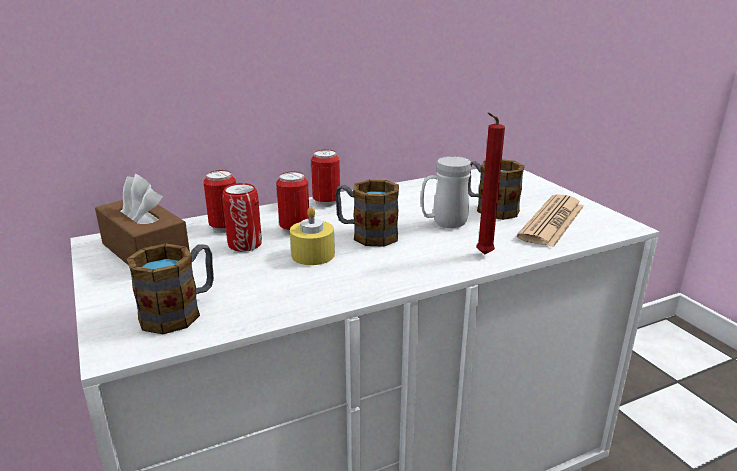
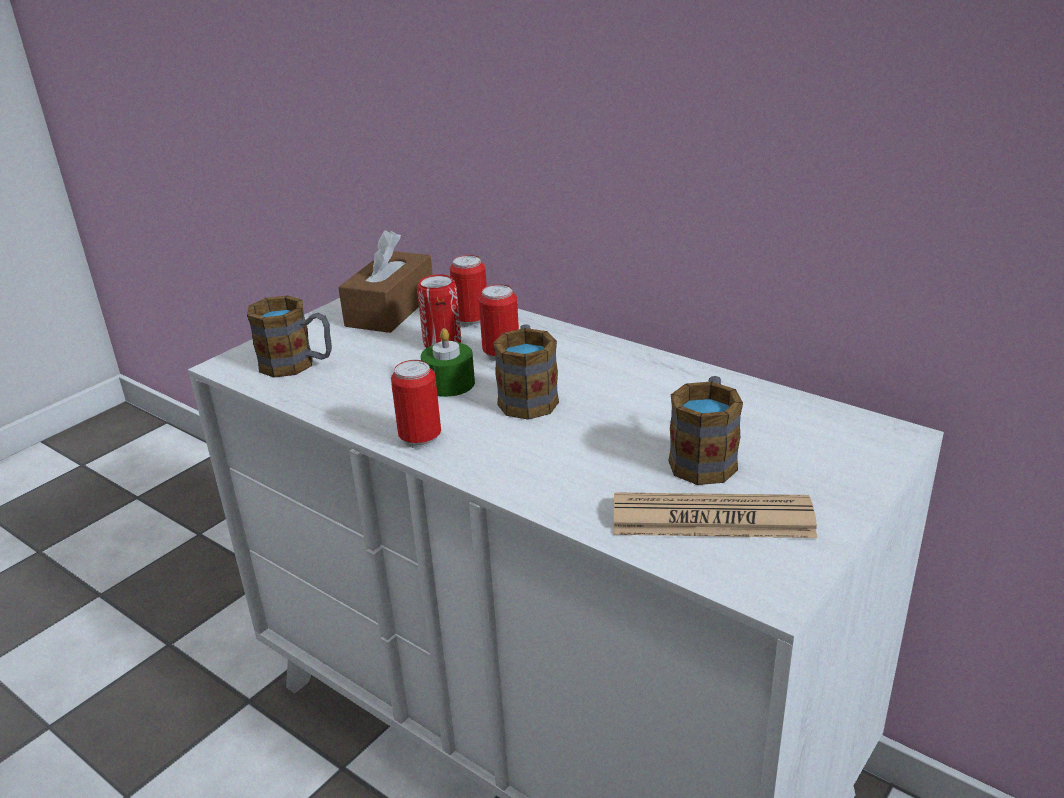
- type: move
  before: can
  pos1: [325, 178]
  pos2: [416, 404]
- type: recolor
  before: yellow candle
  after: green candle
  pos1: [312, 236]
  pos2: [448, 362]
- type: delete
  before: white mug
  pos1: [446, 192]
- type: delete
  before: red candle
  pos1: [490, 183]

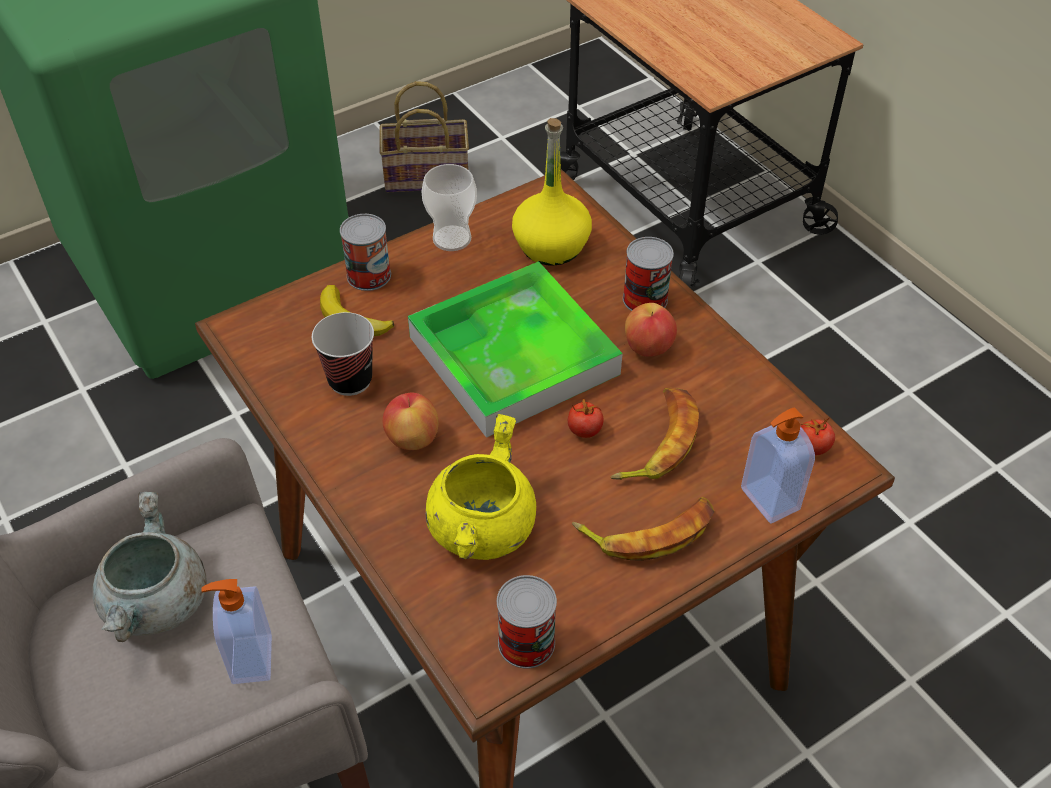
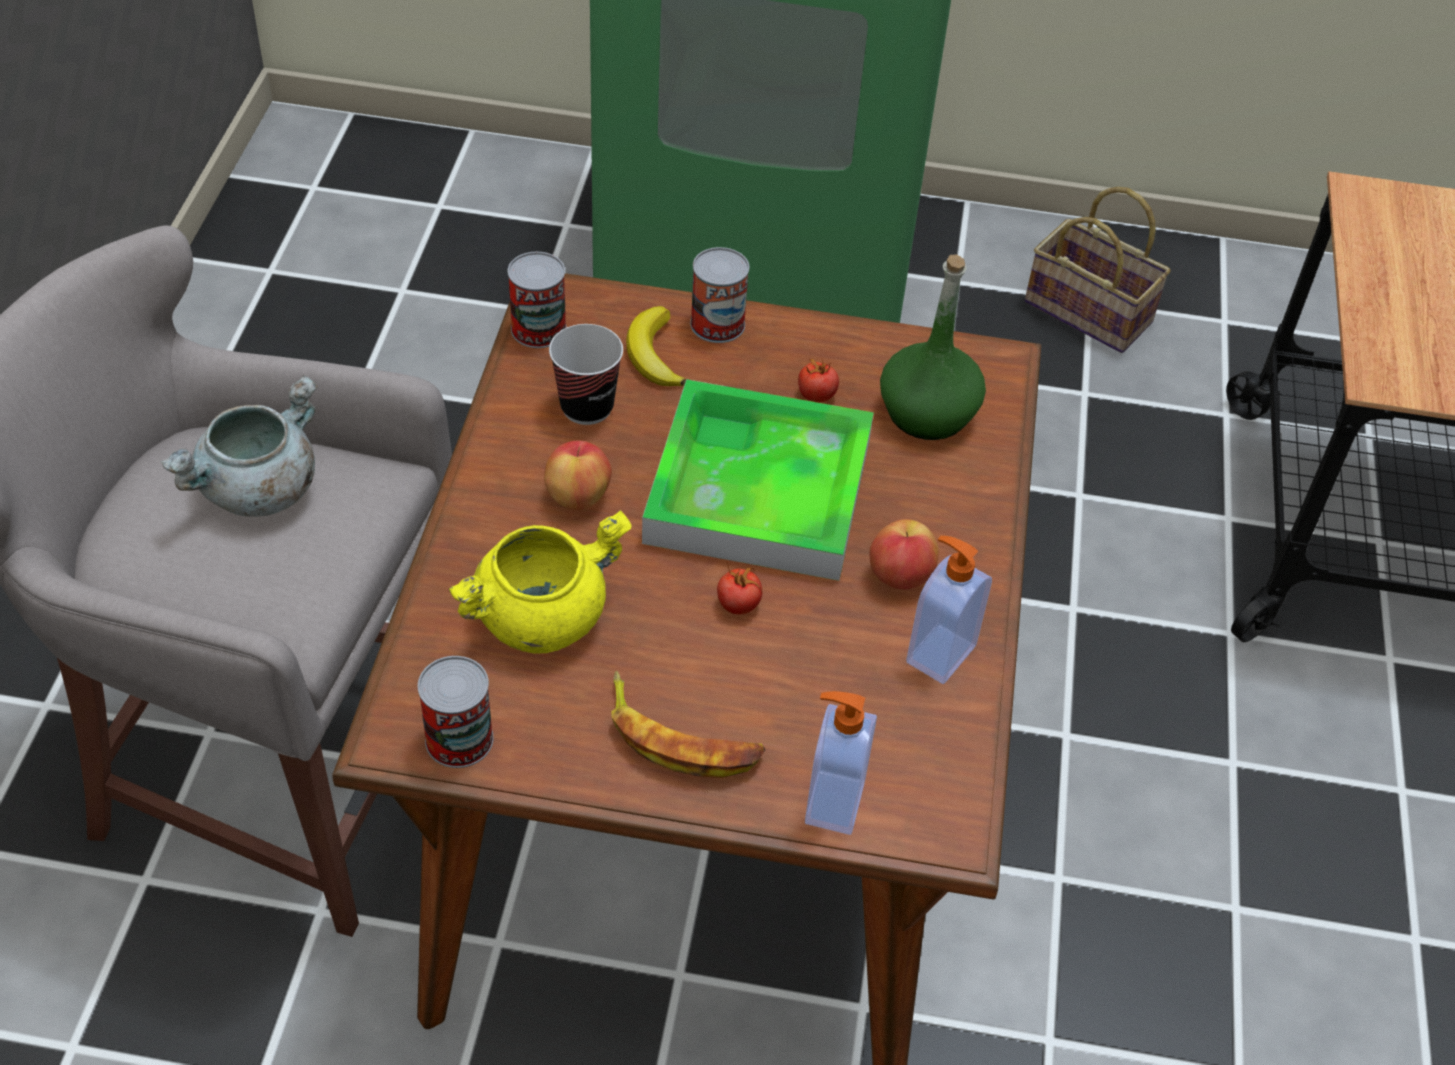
- type: move
  before: can
  pos1: [648, 274]
  pos2: [537, 300]
- type: move
  before: tomato
  pos1: [818, 436]
  pos2: [818, 380]
- type: recolor
  before: yellow bottle
  after: green bottle
  pos1: [552, 192]
  pos2: [933, 347]
- type: move
  before: soap dispenser
  pos1: [236, 631]
  pos2: [949, 610]
- type: delete
  before: cup
  pos1: [449, 207]
- type: delete
  before: banana
  pos1: [654, 434]

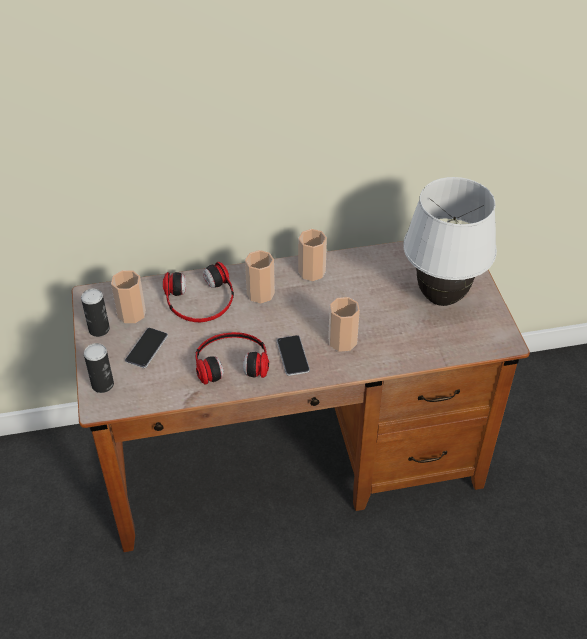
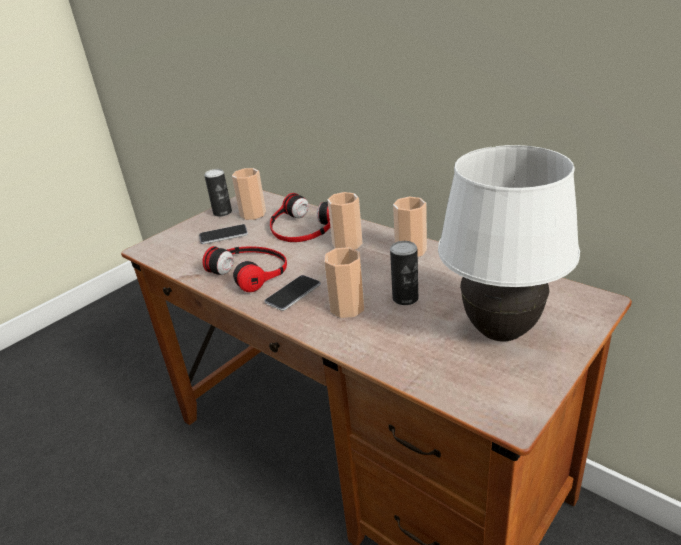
- type: move
  before: can
  pos1: [99, 368]
  pos2: [404, 273]

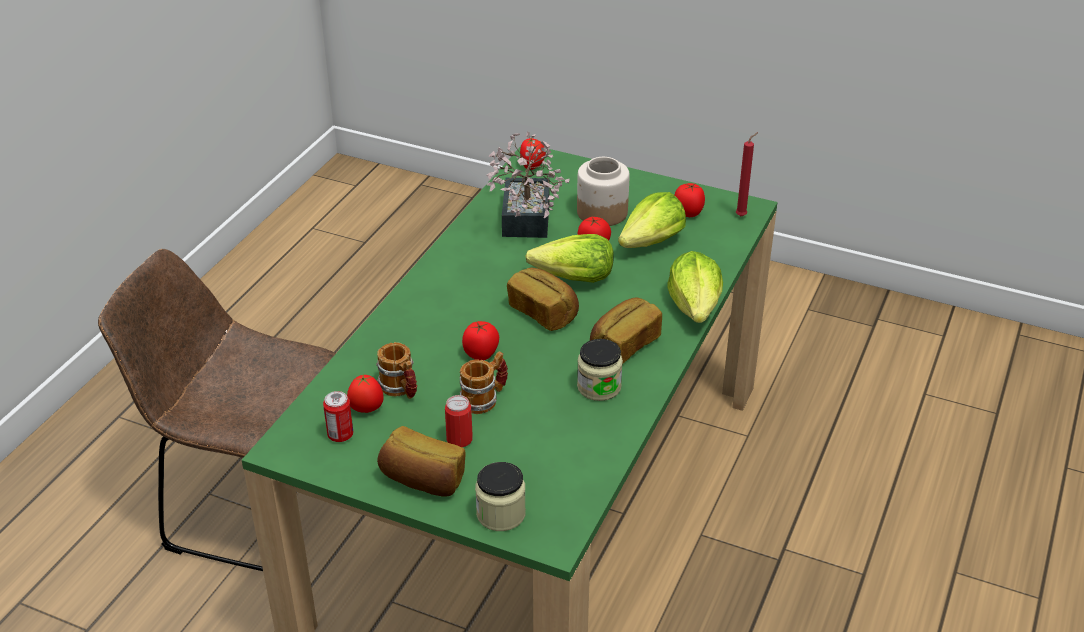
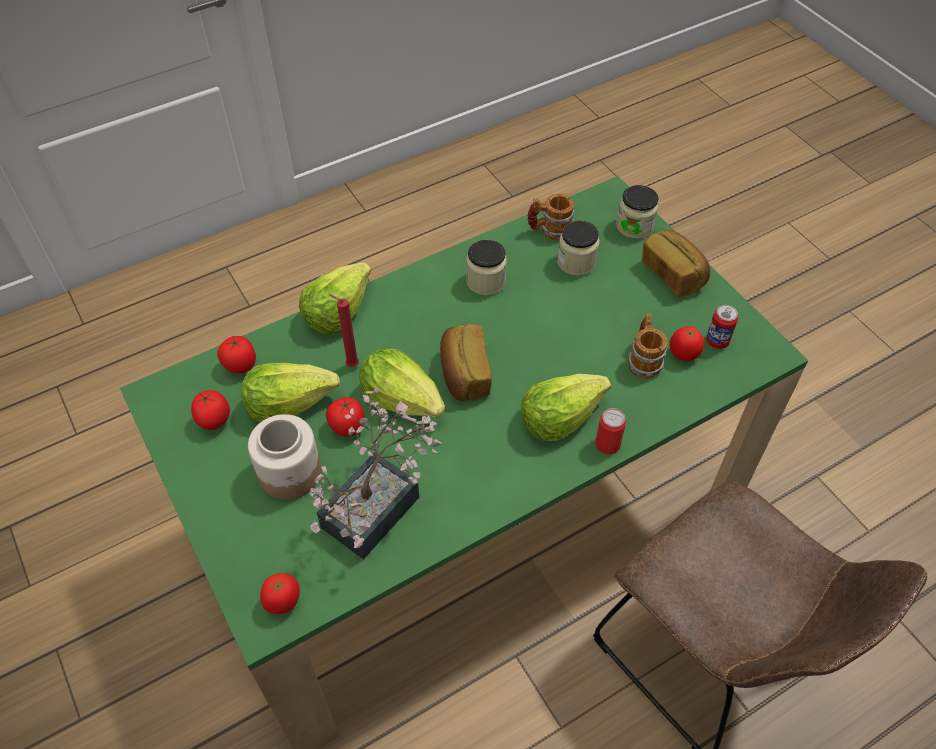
- type: move
  before: tomato
  pos1: [480, 340]
  pos2: [236, 355]
- type: move
  before: red candle
  pos1: [747, 174]
  pos2: [344, 330]
- type: insert
  after: lettuce
  pos2: [566, 408]
- type: move
  before: mug
  pos1: [484, 382]
  pos2: [551, 217]
- type: insert
  after: jar
  pos2: [578, 248]
- type: move
  before: can
  pos1: [459, 421]
  pos2: [610, 431]
- type: delete
  before: bread
  pos1: [626, 330]

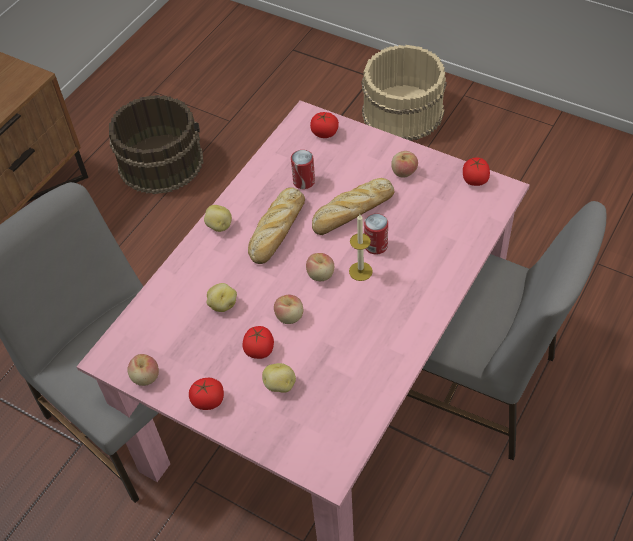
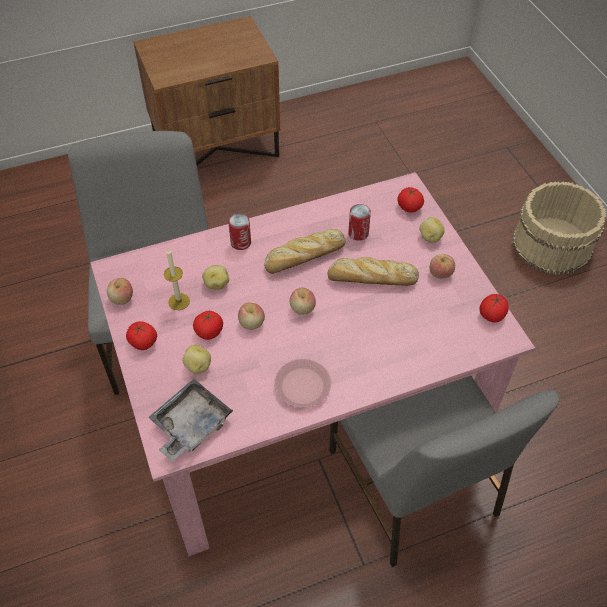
- type: insert
  after: grey tray
  pos2: [190, 420]
- type: move
  before: candle
  pos1: [361, 247]
  pos2: [177, 279]
- type: move
  before: can
  pos1: [376, 234]
  pos2: [239, 231]
- type: insert
  after: pink plate
  pos2: [302, 383]
- type: move
  before: potato
  pos1: [218, 218]
  pos2: [432, 230]
- type: delete
  before: brown bucket
  pos1: [156, 144]

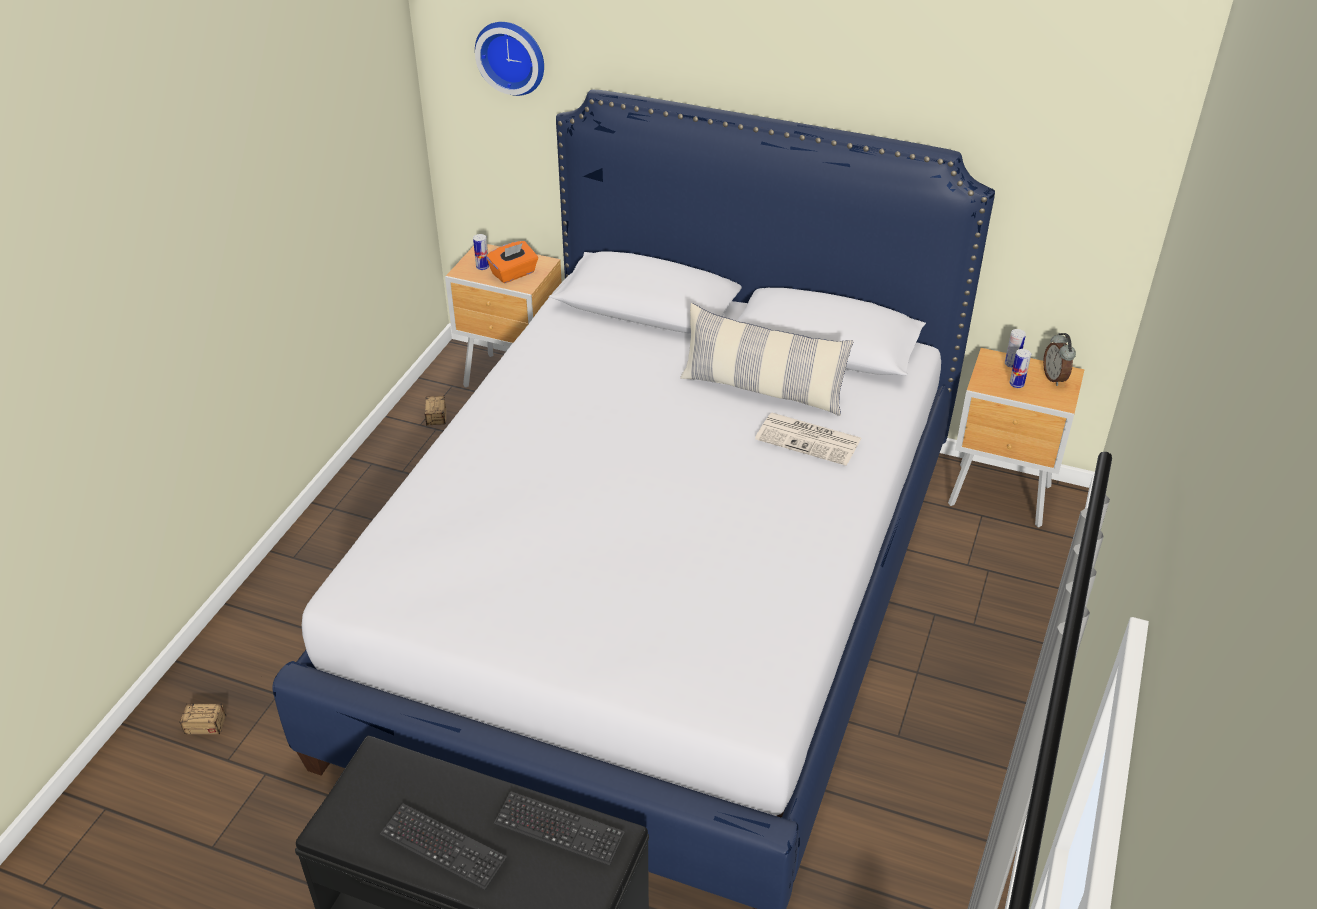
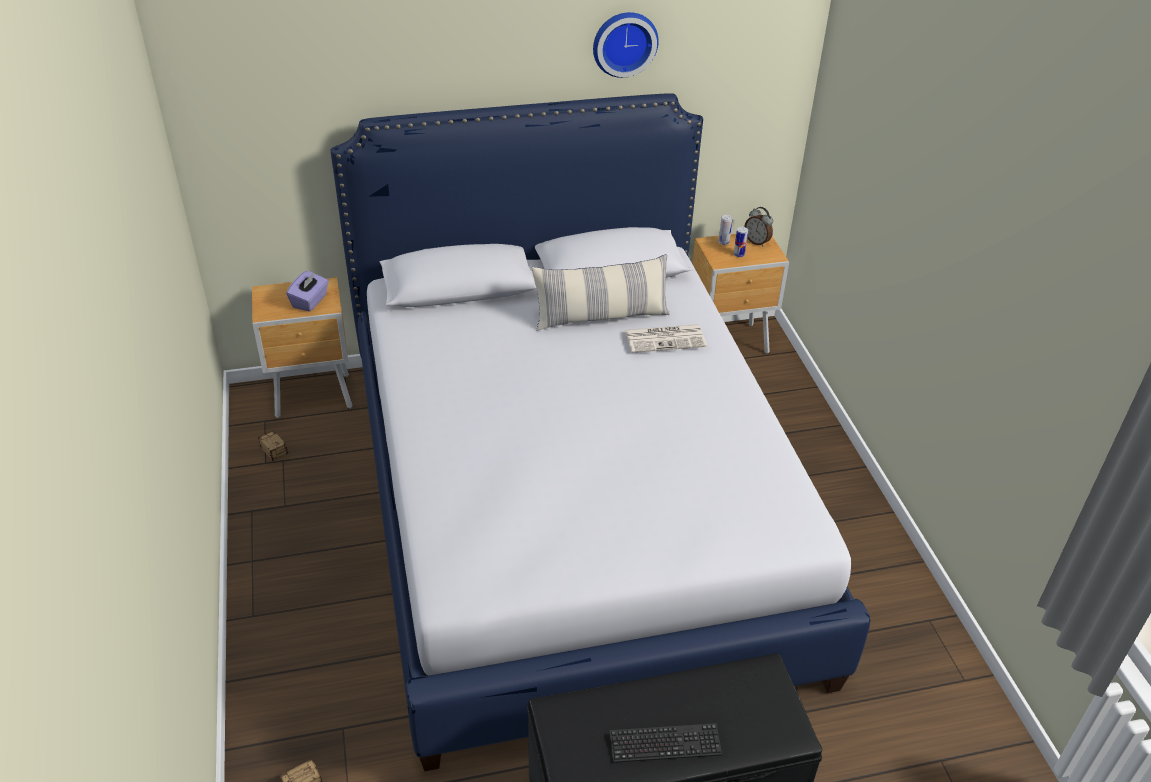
- type: recolor
  before: orange tissue box
  after: purple tissue box
  pos1: [512, 262]
  pos2: [307, 291]
- type: move
  before: wall clock
  pos1: [509, 59]
  pos2: [626, 45]
- type: delete
  before: can
  pos1: [481, 252]
- type: delete
  before: keyboard
  pos1: [559, 828]

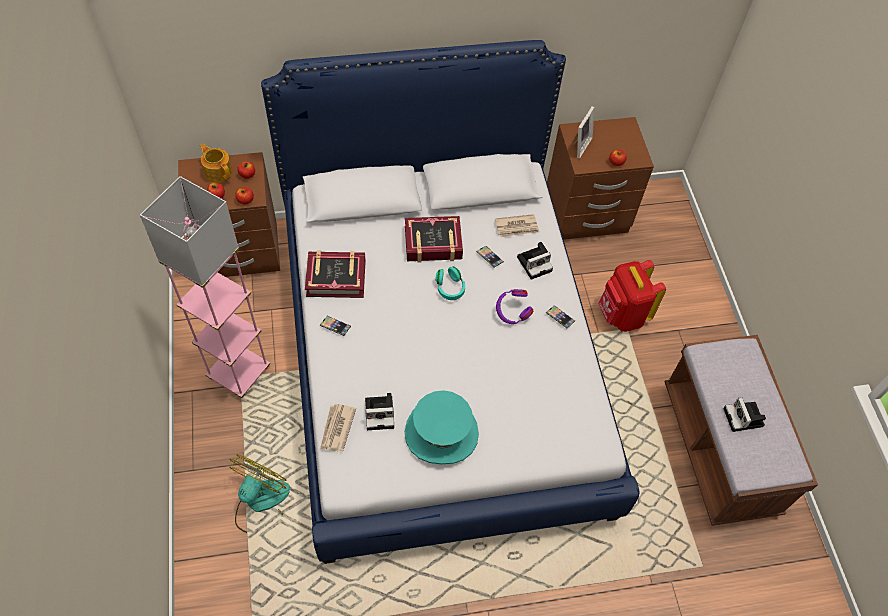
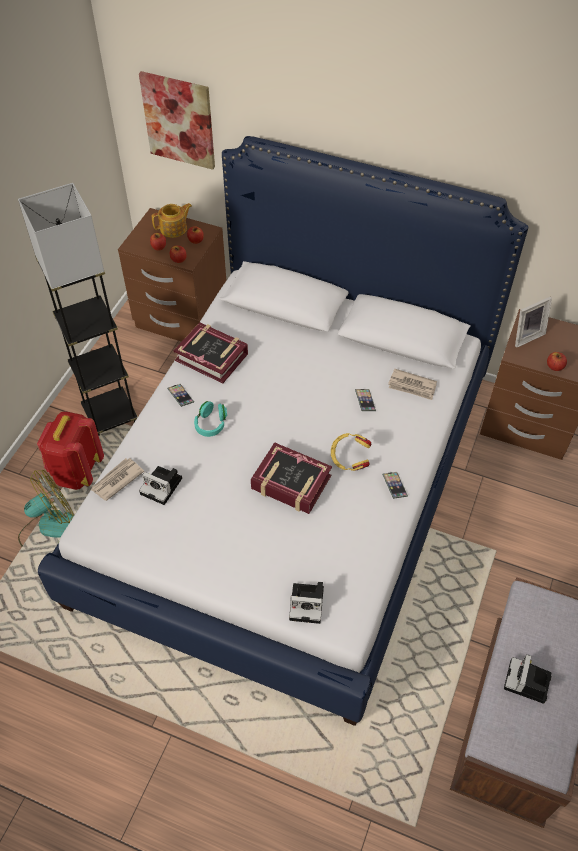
- type: recolor
  before: pink floor lamp
  after: grey floor lamp
  pos1: [205, 287]
  pos2: [78, 309]
- type: move
  before: red backpack
  pos1: [632, 296]
  pos2: [70, 450]
- type: insert
  after: picture
  pos2: [177, 120]
- type: rotate
  before: teapot
  pos1: [216, 163]
  pos2: [172, 220]
  turn: 75
- type: move
  before: turquoise headphones
  pos1: [450, 283]
  pos2: [210, 419]
- type: move
  before: book
  pos1: [434, 239]
  pos2: [291, 478]
- type: move
  before: photo camera
  pos1: [535, 261]
  pos2: [306, 603]
- type: recolor
  before: purple headphones
  after: yellow headphones
  pos1: [515, 306]
  pos2: [351, 452]
- type: delete
  before: turquoise hat
  pos1: [442, 427]

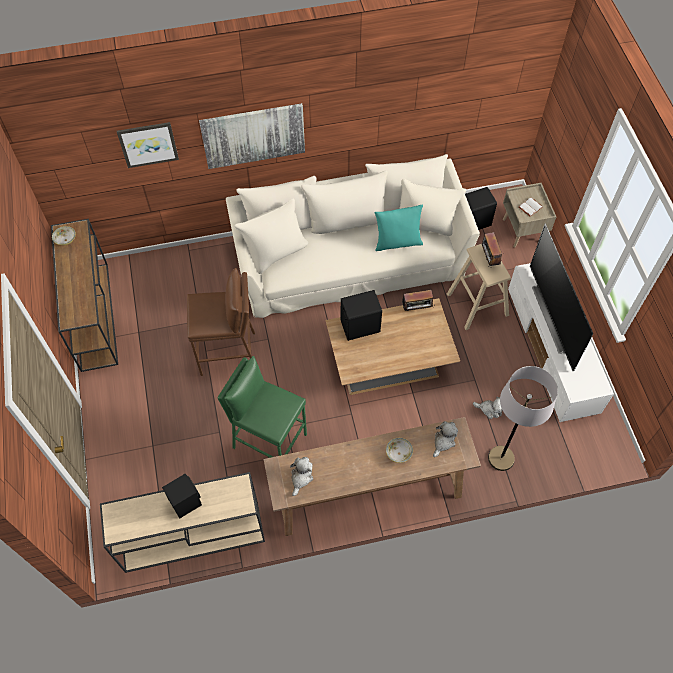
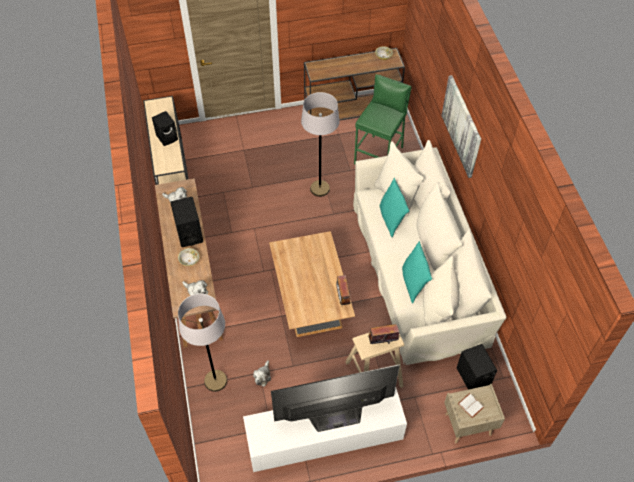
- type: move
  before: black speaker
  pos1: [361, 315]
  pos2: [186, 222]
- type: replace
  before: brown stool
  after: grey floor lamp
  pos1: [221, 322]
  pos2: [320, 144]
- type: move
  before: green stool
  pos1: [262, 407]
  pos2: [383, 119]
- type: insert
  after: turquoise pillow
  pos2: [394, 207]
- type: delete
  before: picture
  pos1: [148, 145]

